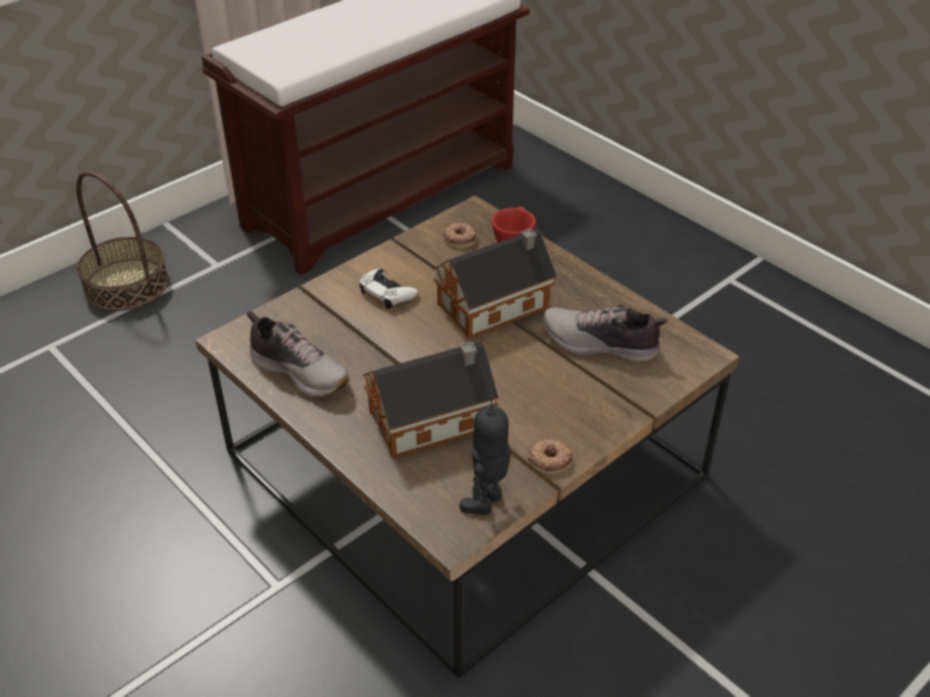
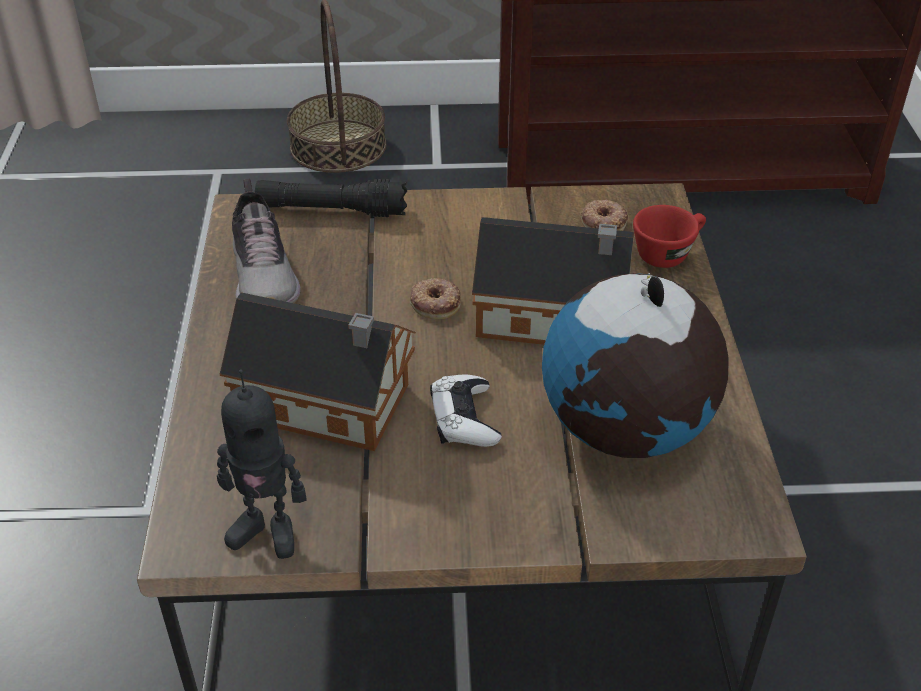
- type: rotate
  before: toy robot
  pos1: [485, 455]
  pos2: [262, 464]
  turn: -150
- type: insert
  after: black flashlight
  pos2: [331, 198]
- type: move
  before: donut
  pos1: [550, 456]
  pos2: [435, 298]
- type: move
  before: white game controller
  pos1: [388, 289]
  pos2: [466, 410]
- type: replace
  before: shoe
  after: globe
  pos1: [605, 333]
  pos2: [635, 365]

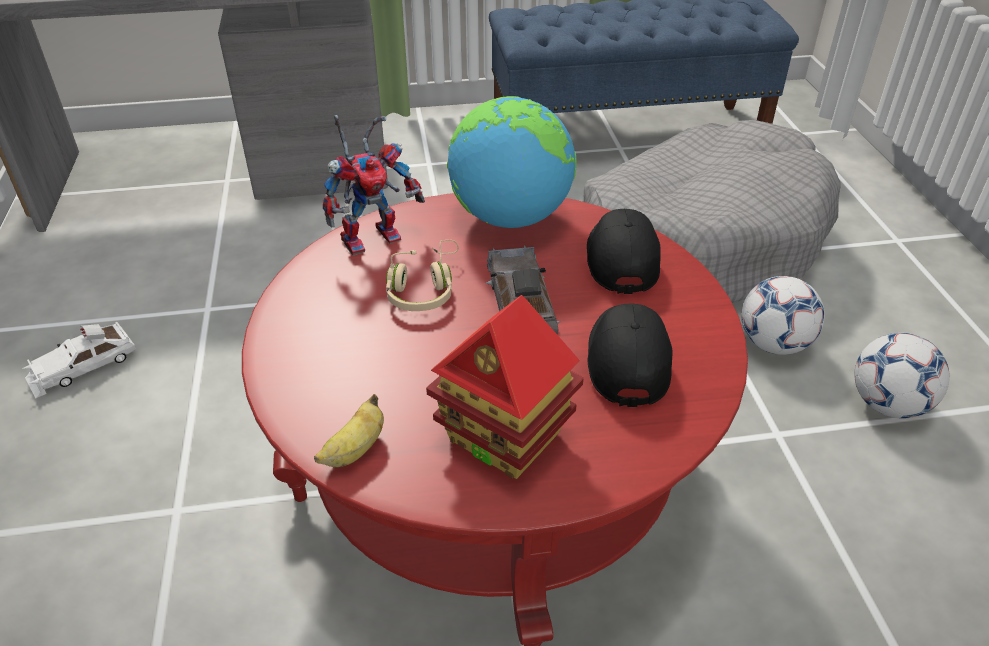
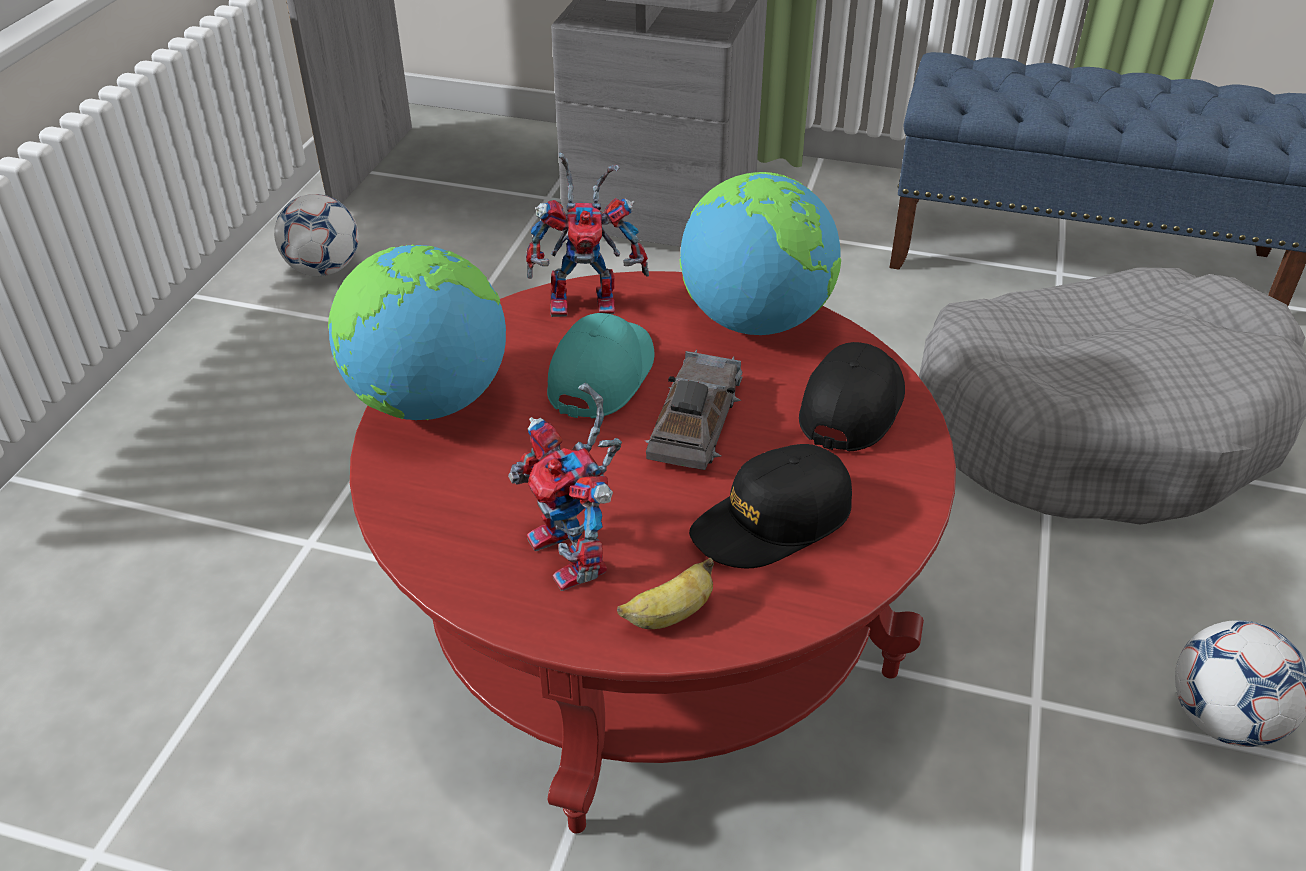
- type: move
  before: football
  pos1: [783, 315]
  pos2: [316, 235]
- type: insert
  after: globe
  pos2: [417, 332]
- type: replace
  before: toy house
  after: toy robot
  pos1: [505, 387]
  pos2: [565, 487]
- type: replace
  before: beige headphones
  after: turquoise cap
  pos1: [422, 275]
  pos2: [601, 365]
- type: move
  before: banana
  pos1: [349, 430]
  pos2: [665, 593]
- type: rotate
  before: black cap
  pos1: [630, 355]
  pos2: [770, 506]
  turn: -150
- type: delete
  before: white toy car
  pos1: [79, 360]

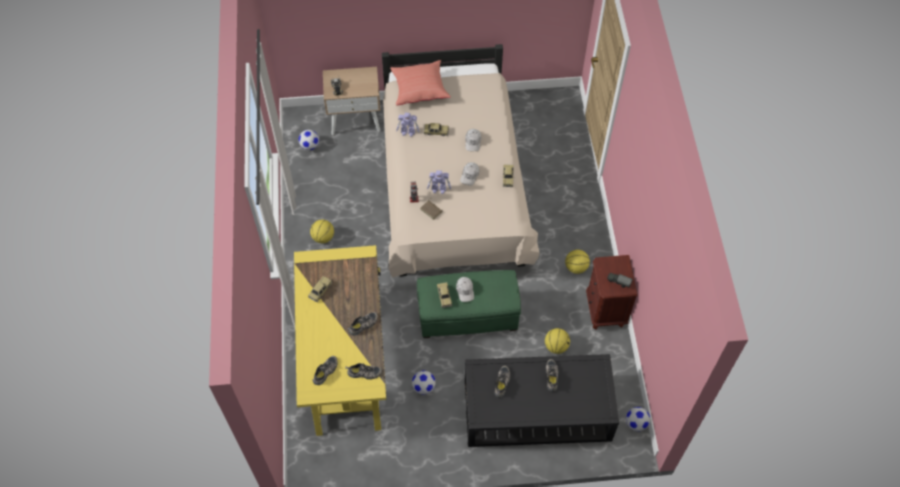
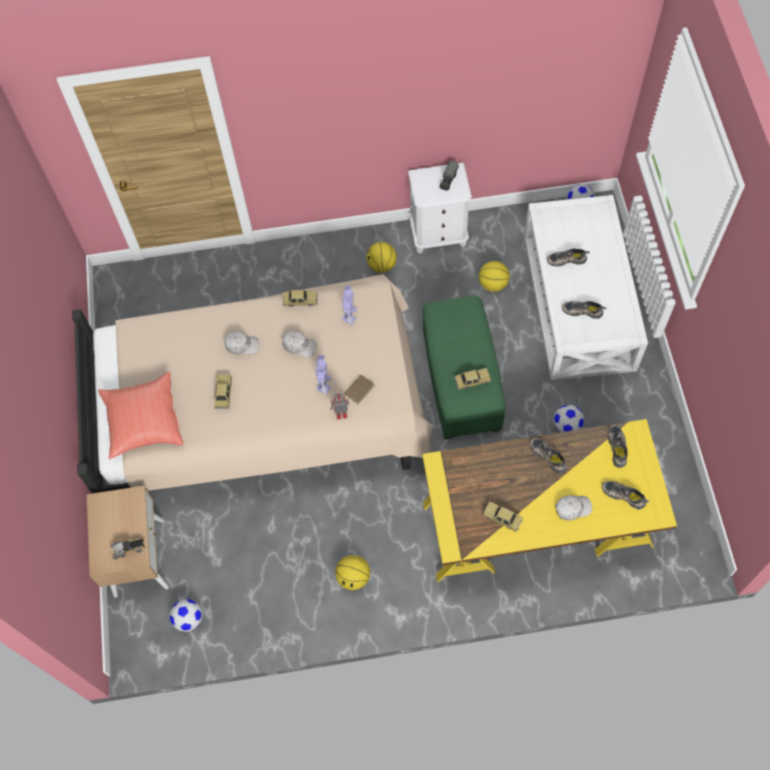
- type: move
  before: toy robot
  pos1: [408, 124]
  pos2: [349, 305]
- type: recolor
  before: brown nightstand
  after: white nightstand
  pos1: [611, 292]
  pos2: [440, 208]
- type: recolor
  before: black coffee table
  after: white coffee table
  pos1: [542, 400]
  pos2: [586, 287]
- type: move
  before: white cap
  pos1: [465, 289]
  pos2: [573, 508]

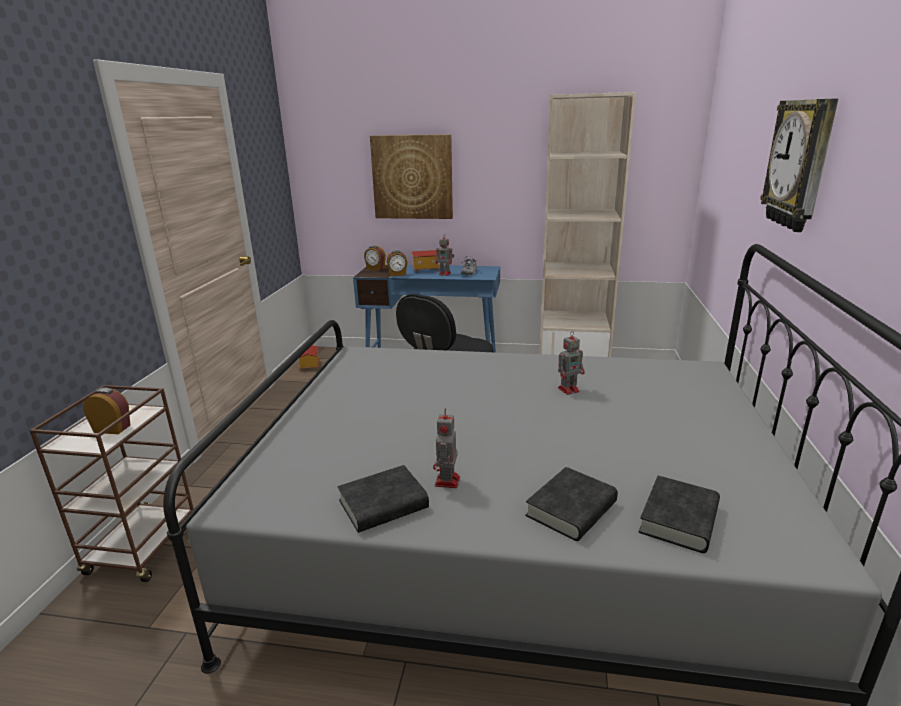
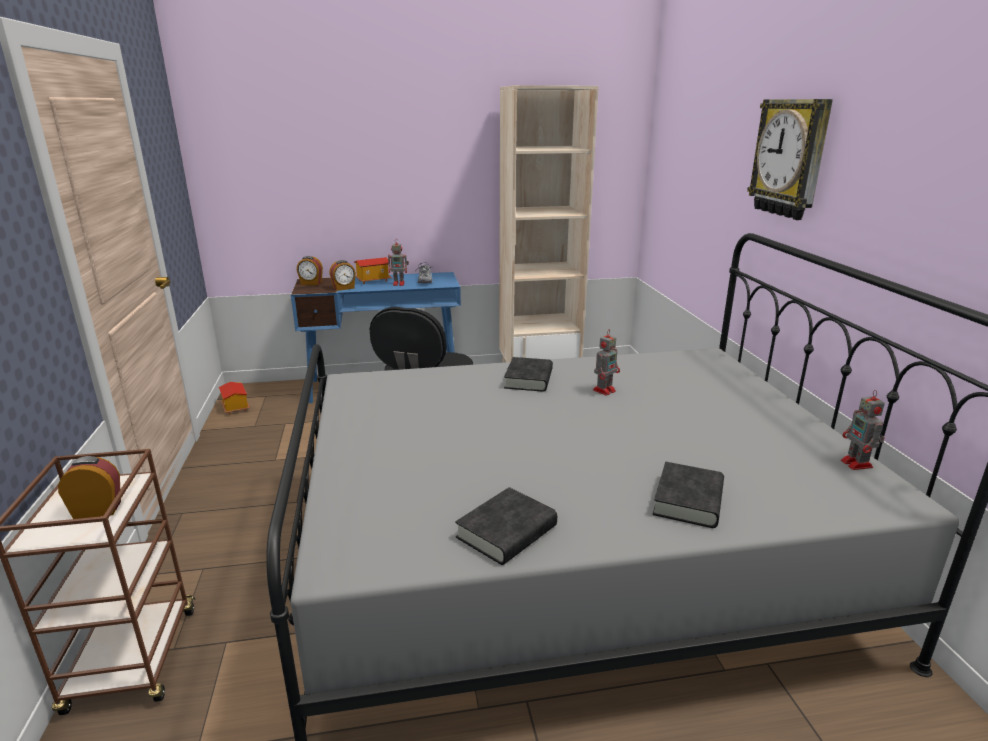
- type: move
  before: black book
  pos1: [679, 514]
  pos2: [528, 374]
- type: move
  before: toy robot
  pos1: [446, 448]
  pos2: [863, 430]
- type: delete
  before: picture
  pos1: [411, 176]

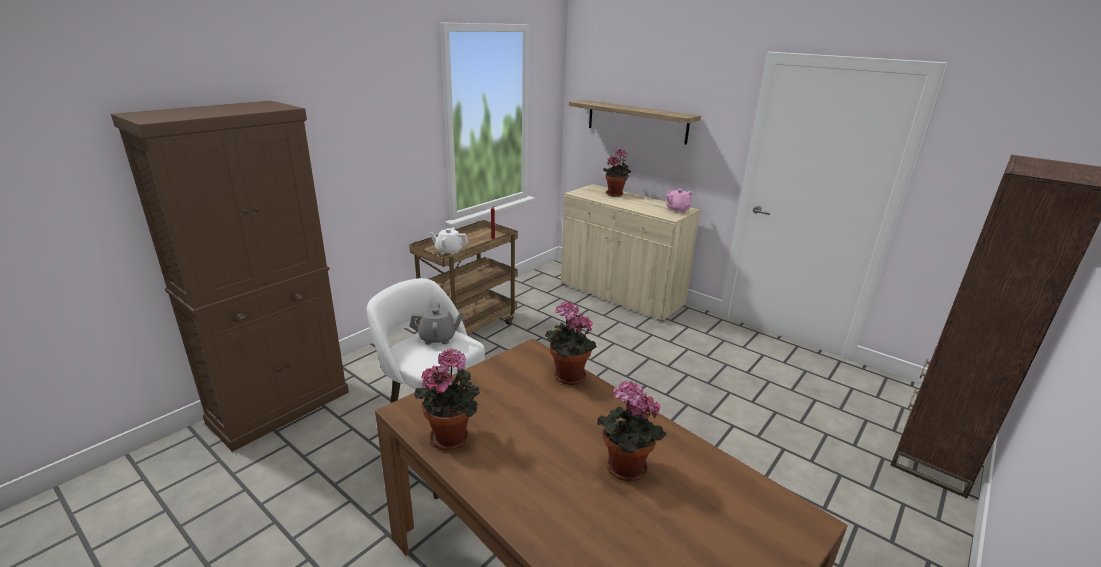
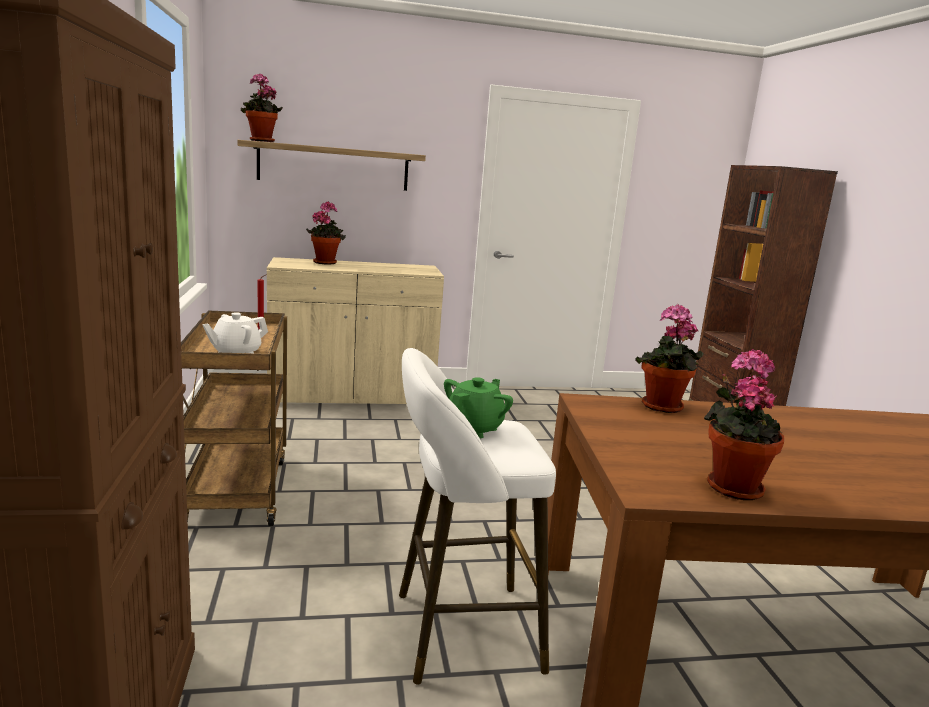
- type: move
  before: potted plant
  pos1: [632, 431]
  pos2: [262, 107]
- type: recolor
  before: grey teapot
  after: green teapot
  pos1: [436, 324]
  pos2: [478, 407]
- type: delete
  before: pink teapot
  pos1: [679, 201]

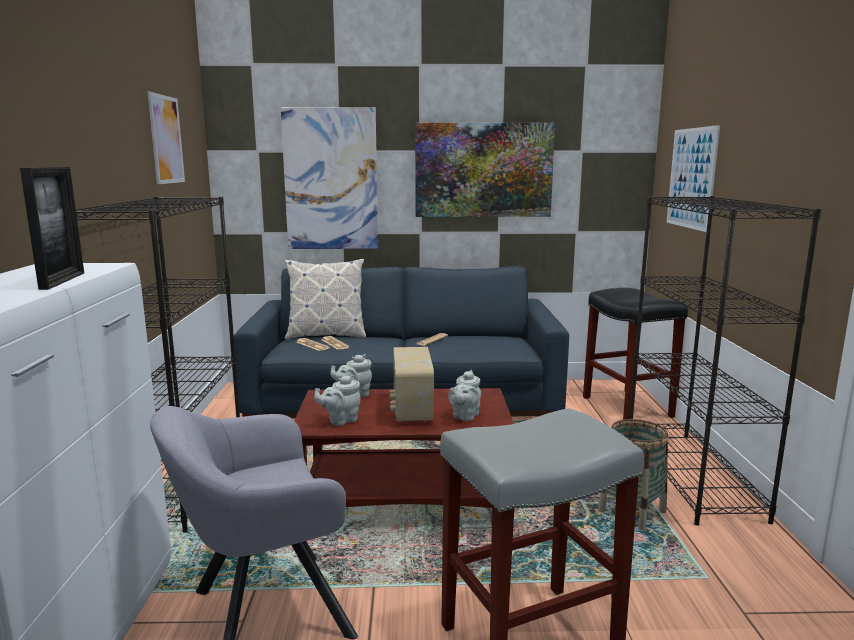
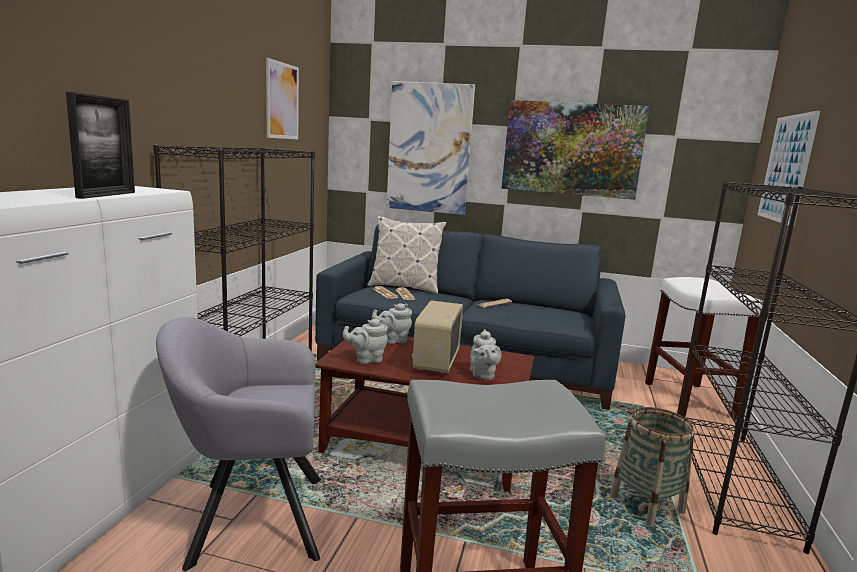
- type: rotate
  before: grey teapot
  pos1: [464, 395]
  pos2: [485, 354]
  turn: -45
- type: recolor
  before: black stool
  after: white stool
  pos1: [635, 354]
  pos2: [704, 348]

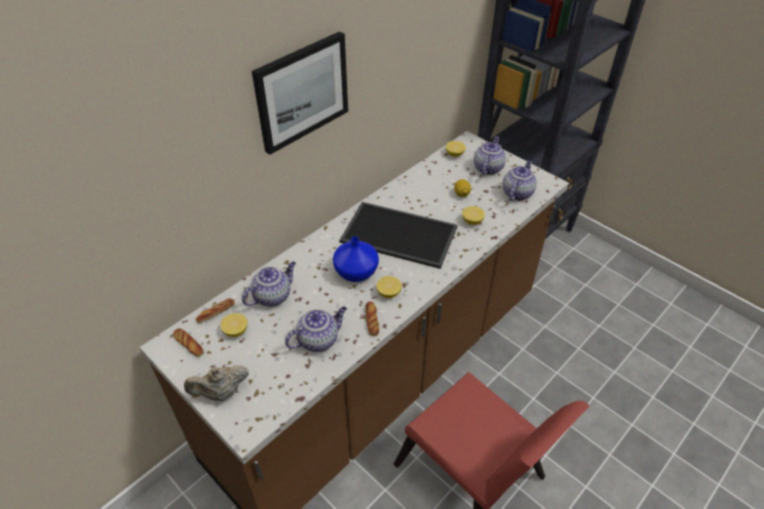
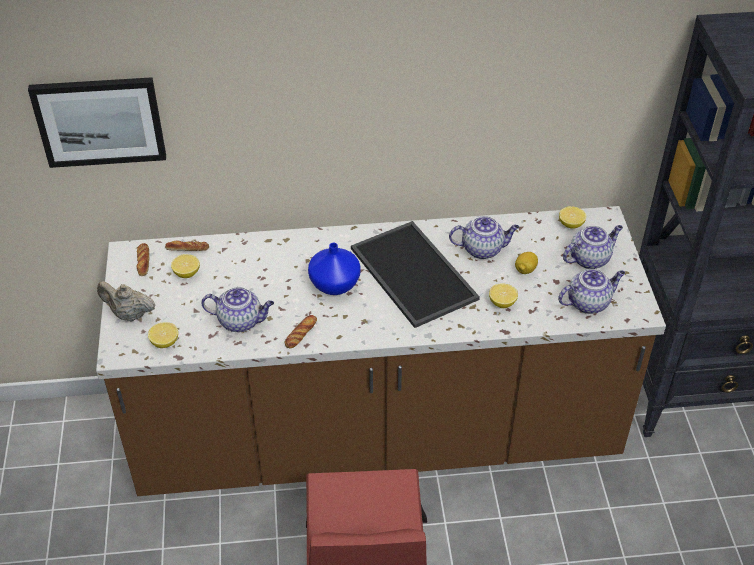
- type: move
  before: picture
  pos1: [300, 93]
  pos2: [97, 122]
- type: move
  before: lemon
  pos1: [389, 287]
  pos2: [163, 335]
- type: move
  before: teapot
  pos1: [269, 284]
  pos2: [484, 237]

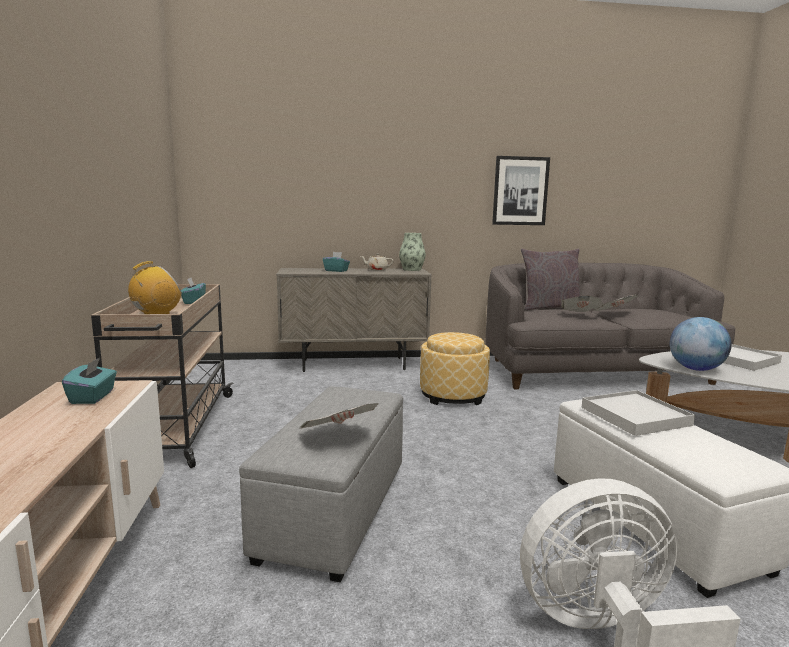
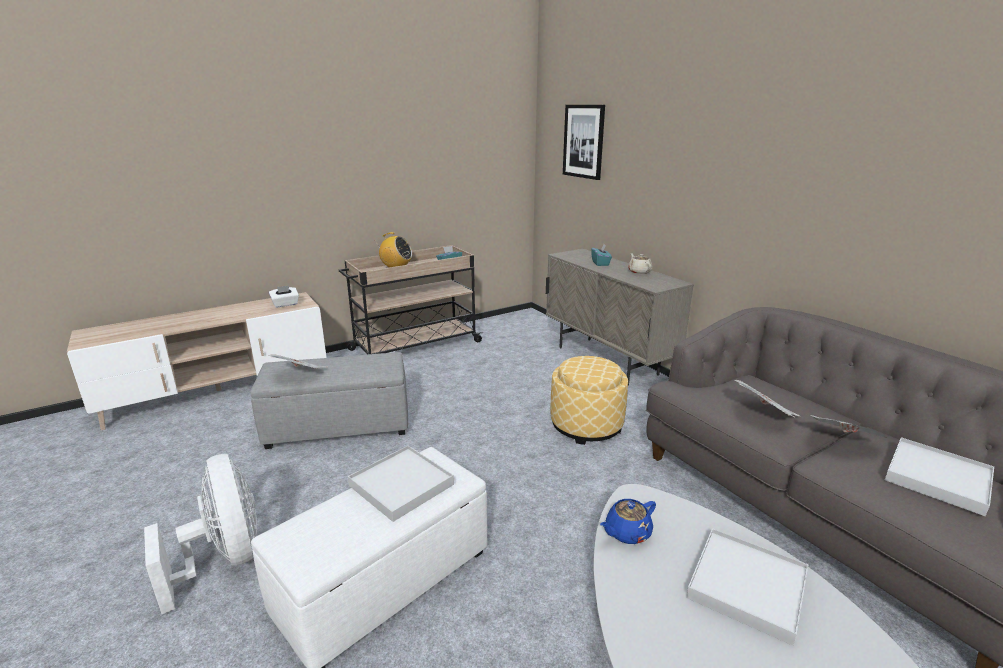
- type: recolor
  before: turquoise tissue box
  after: white tissue box
  pos1: [89, 381]
  pos2: [284, 297]
- type: move
  before: picture
  pos1: [521, 190]
  pos2: [584, 142]
- type: replace
  before: globe
  after: blue teapot
  pos1: [701, 344]
  pos2: [628, 521]
- type: insert
  after: white tray
  pos2: [939, 476]
- type: delete
  before: vase
  pos1: [412, 252]
- type: delete
  before: grey pillow
  pos1: [551, 279]

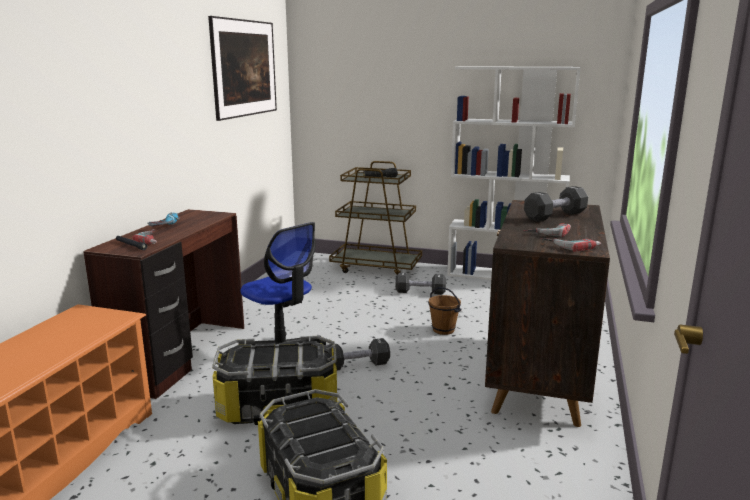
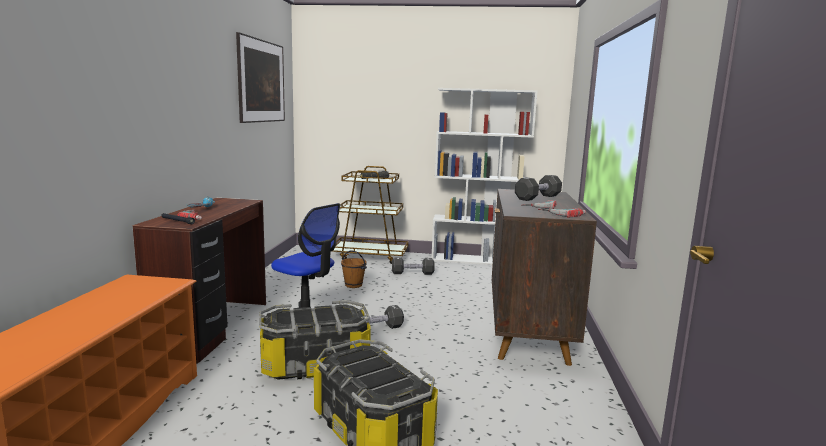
- type: move
  before: brown bucket
  pos1: [445, 311]
  pos2: [354, 269]

